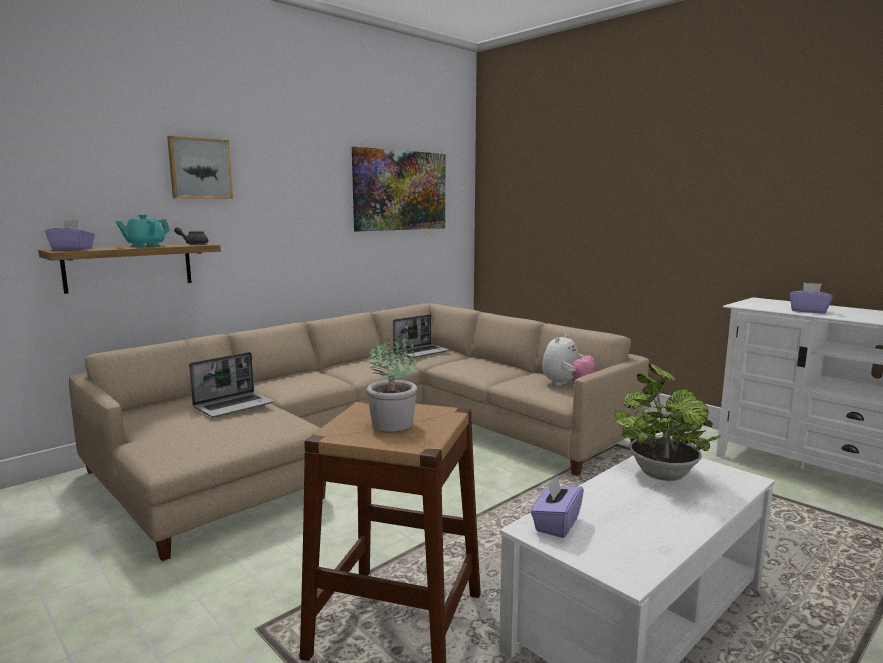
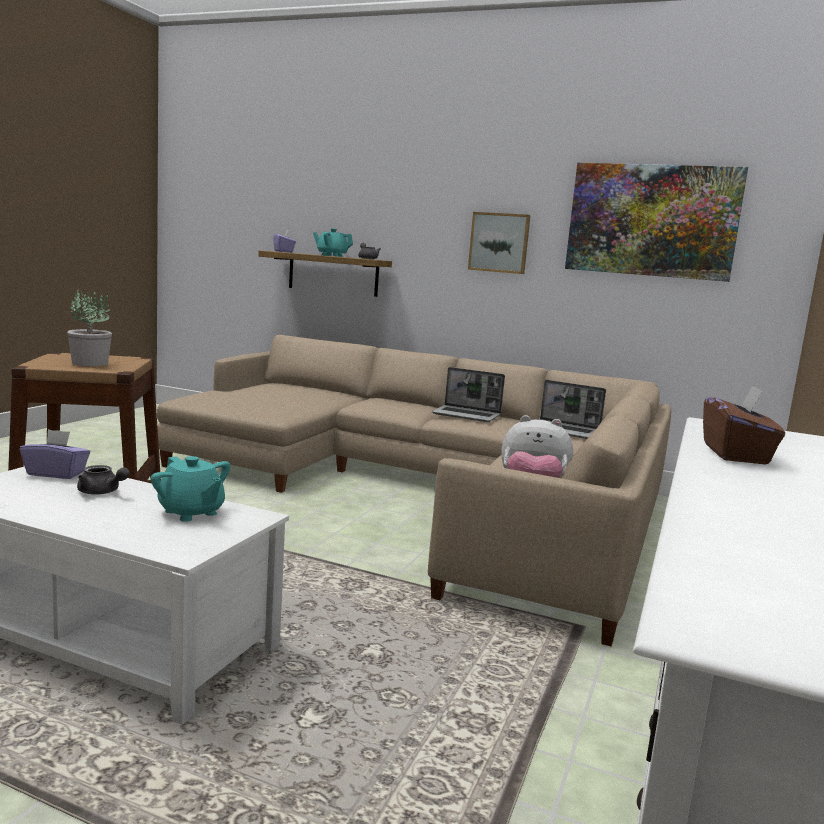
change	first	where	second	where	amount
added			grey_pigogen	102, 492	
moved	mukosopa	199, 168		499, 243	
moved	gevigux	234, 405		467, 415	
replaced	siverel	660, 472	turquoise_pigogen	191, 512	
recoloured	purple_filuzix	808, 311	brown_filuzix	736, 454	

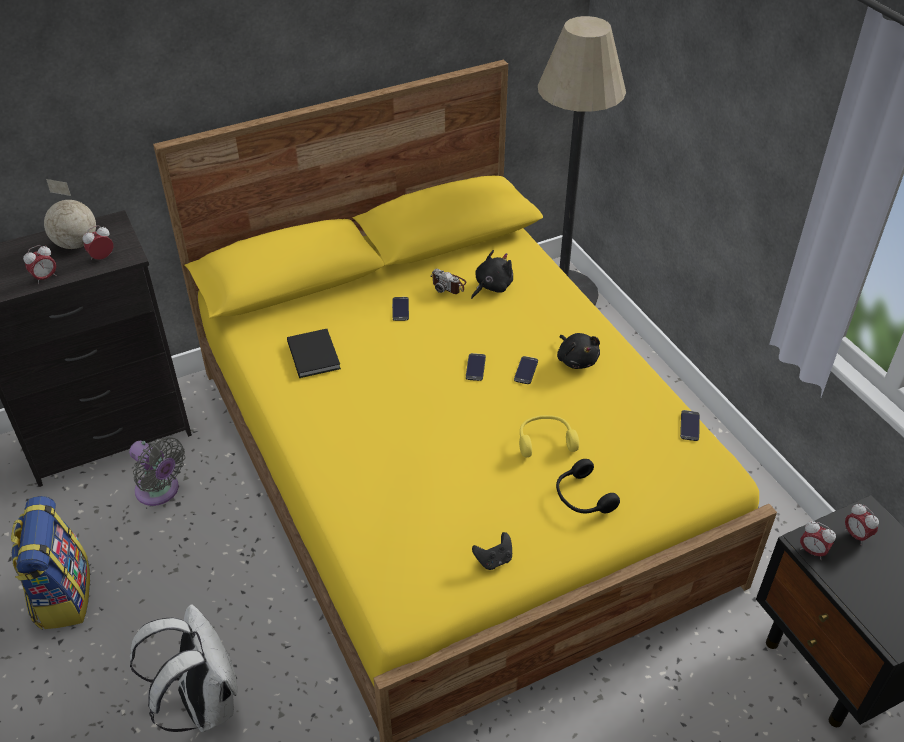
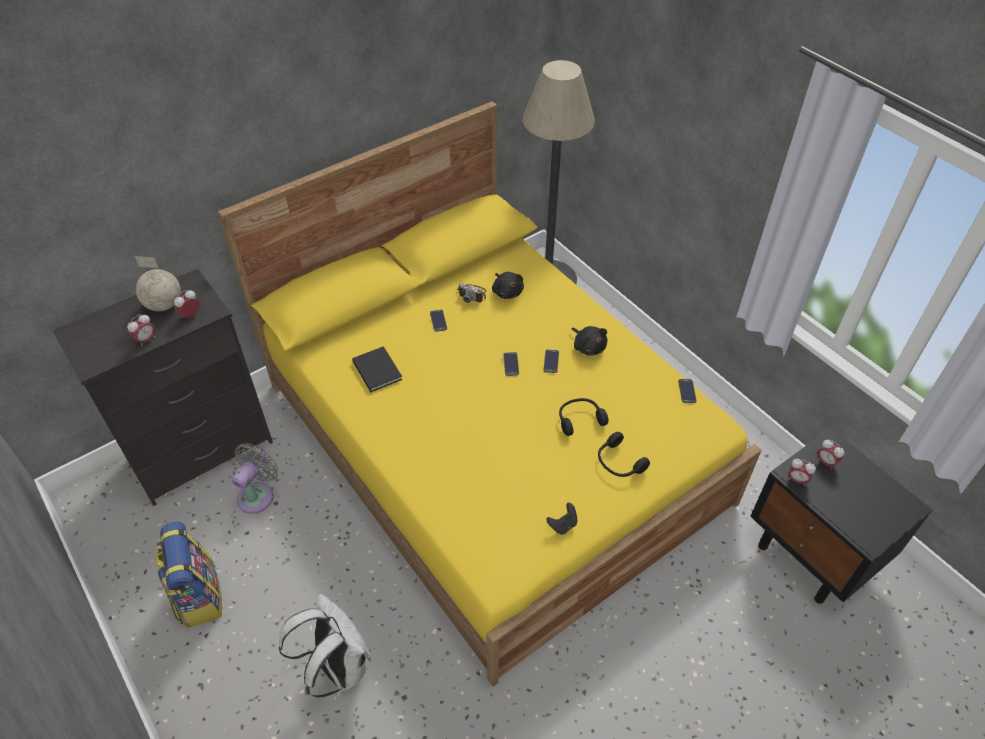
change	first	where	second	where	amount
recoloured	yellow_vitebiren	545, 441	black_vitebiren	579, 419	
turned	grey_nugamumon	160, 491		258, 494	90 degrees counterclockwise
turned	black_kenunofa	491, 286		507, 292	120 degrees clockwise

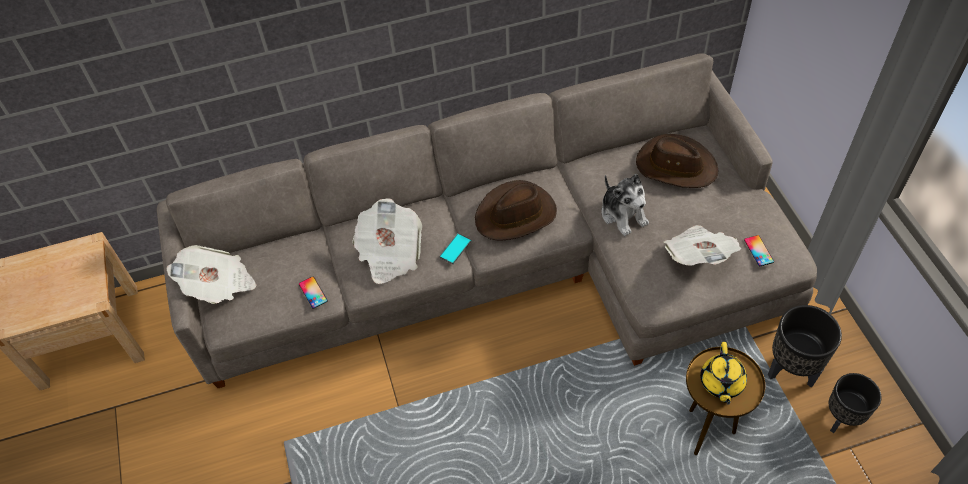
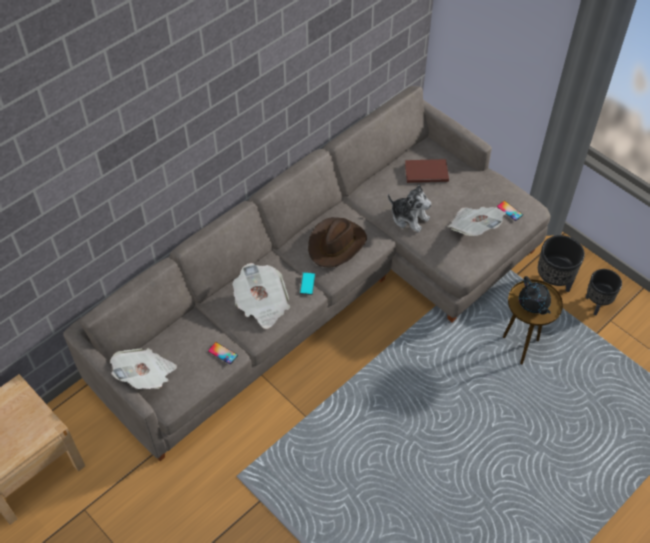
change	first	where	second	where	amount
replaced	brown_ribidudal	676, 166	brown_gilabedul	425, 172	
recoloured	yellow_pigogen	721, 383	black_pigogen	533, 304	

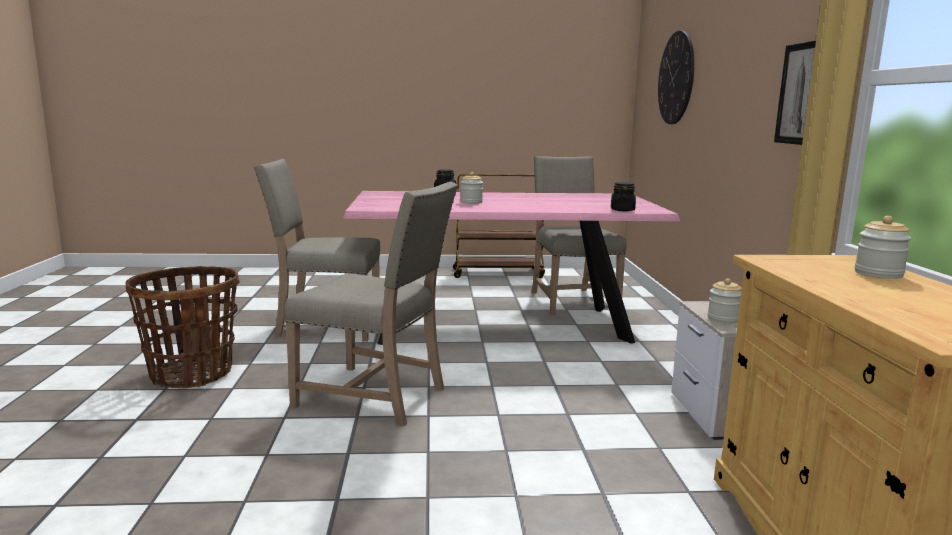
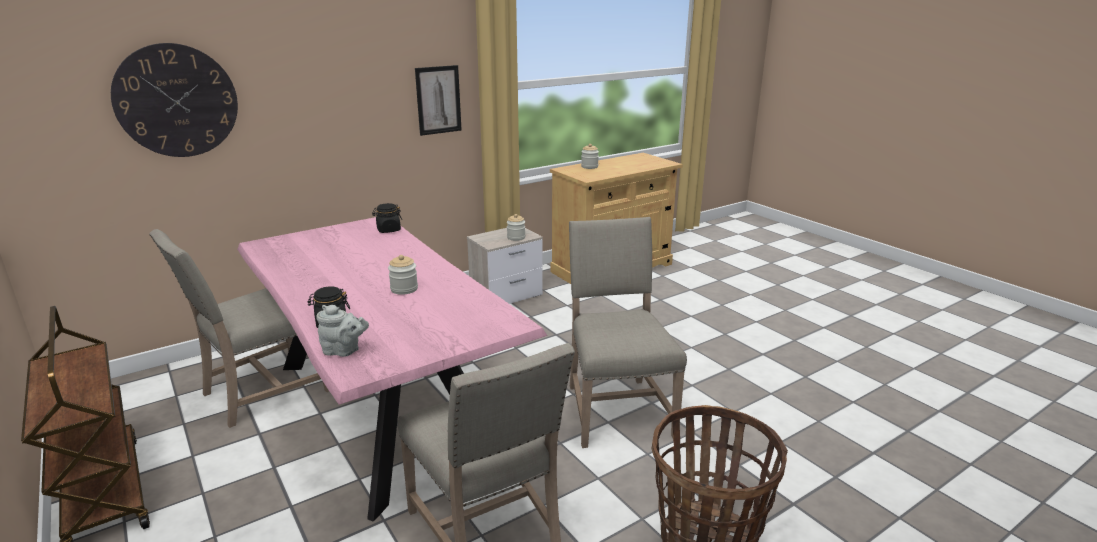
change	first	where	second	where	amount
added			grey_pigogen	344, 351	

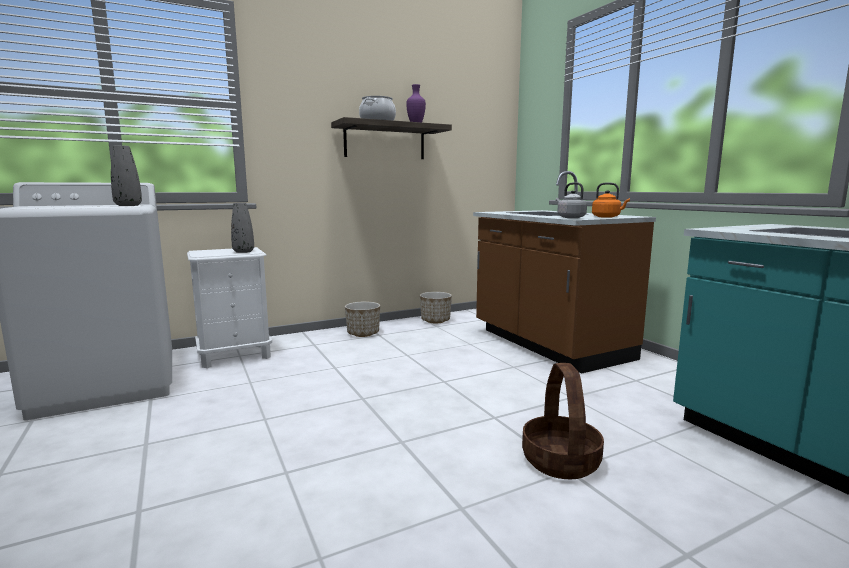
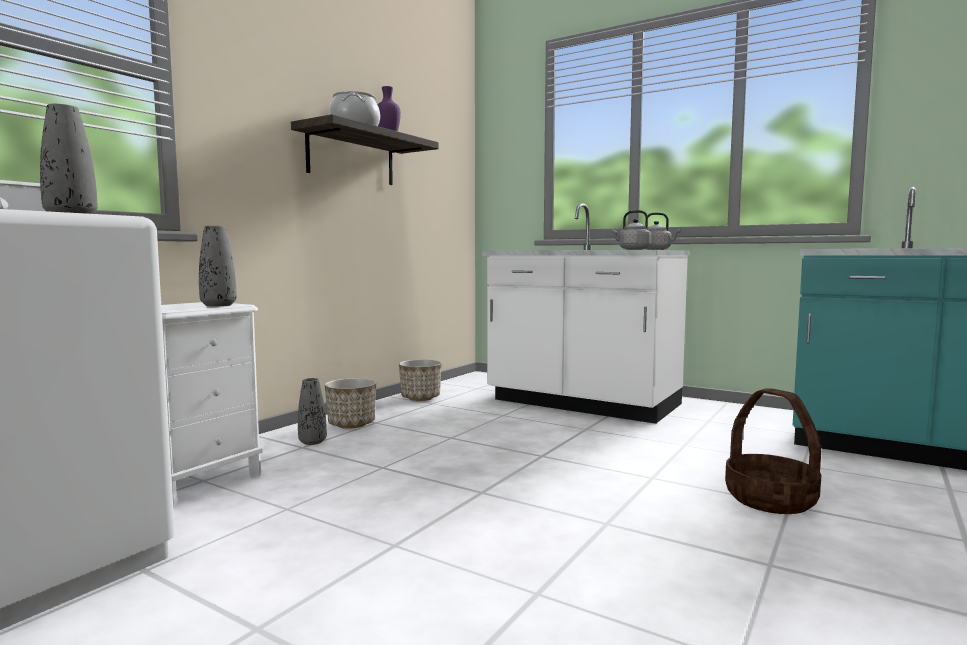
change	first	where	second	where	amount
added			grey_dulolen	312, 442	
recoloured	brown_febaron	549, 344	white_febaron	583, 403	
recoloured	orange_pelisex	607, 217	grey_pelisex	657, 249	

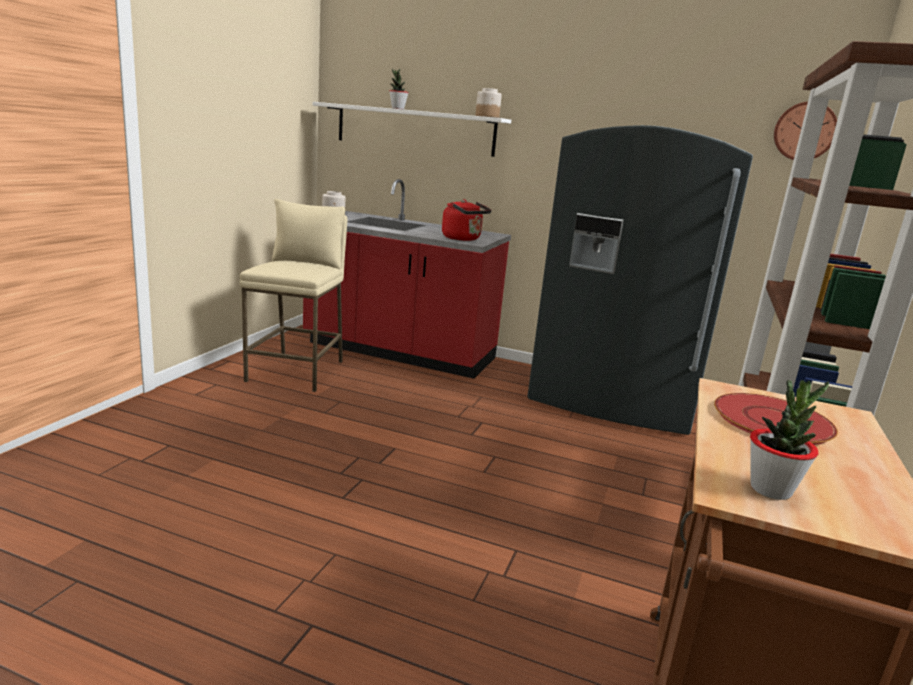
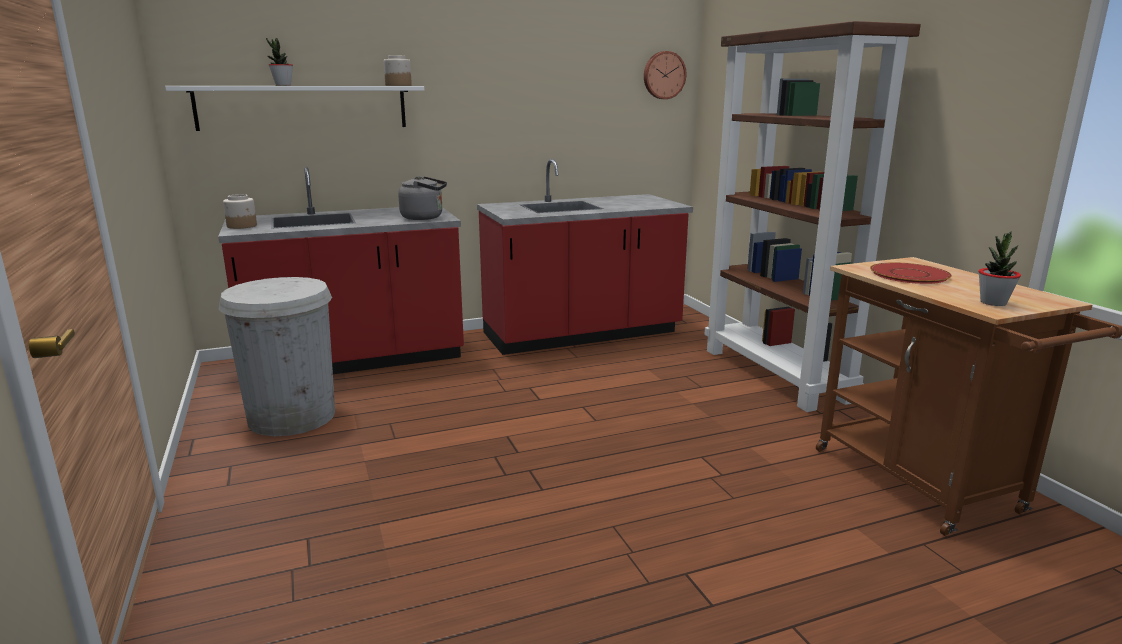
change	first	where	second	where	amount
replaced	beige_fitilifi	297, 371	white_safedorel	292, 416	
replaced	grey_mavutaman	612, 401	red_febaron	582, 334	
recoloured	red_pelisex	463, 239	grey_pelisex	425, 217	

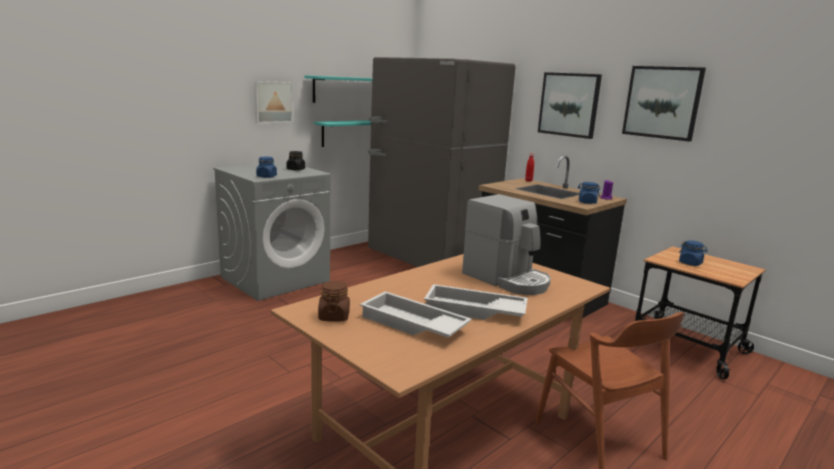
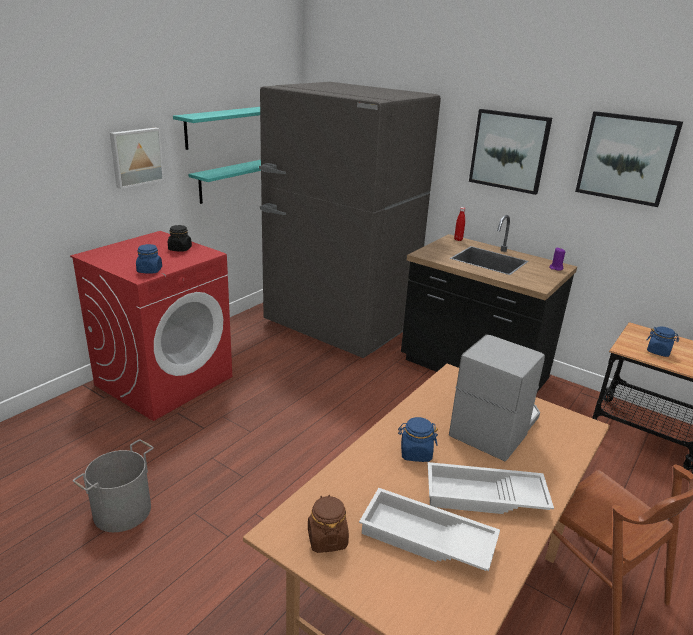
change	first	where	second	where	amount
added			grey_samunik	123, 511	
moved	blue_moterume	587, 202		415, 453	
recoloured	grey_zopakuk	275, 279	red_zopakuk	165, 380	
turned	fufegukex	507, 279		496, 426	90 degrees counterclockwise

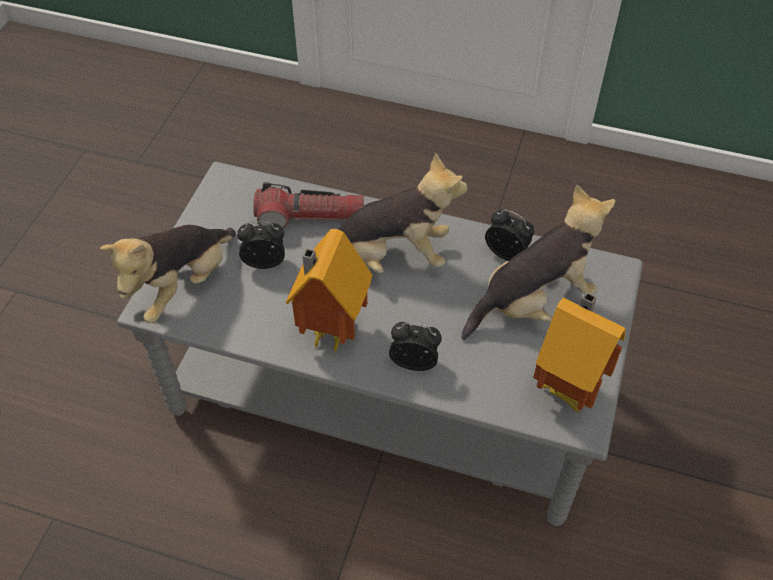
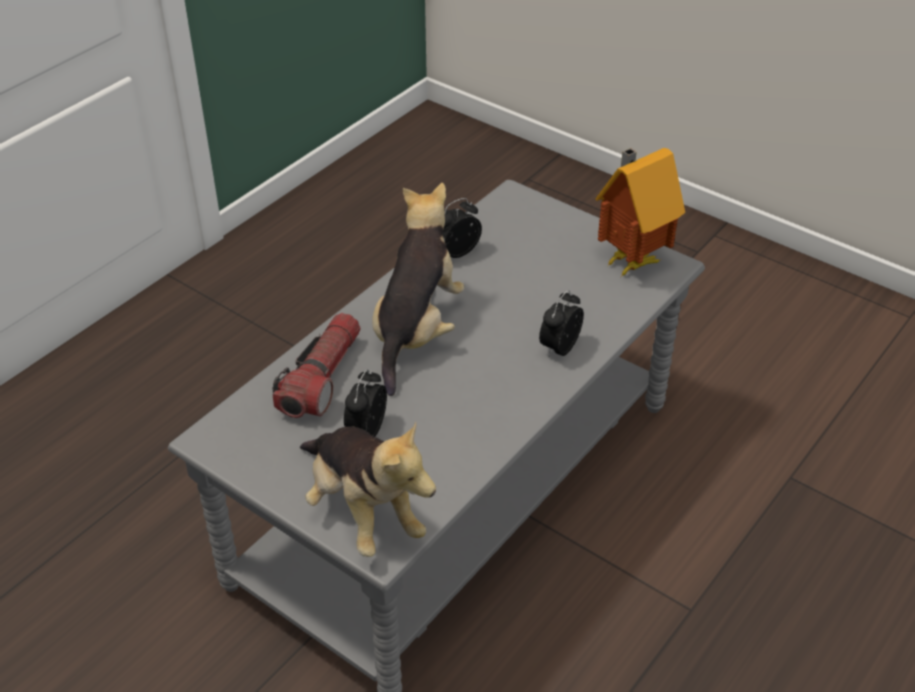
change	first	where	second	where	amount
removed	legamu	329, 331			
removed	kenunofa	533, 302			

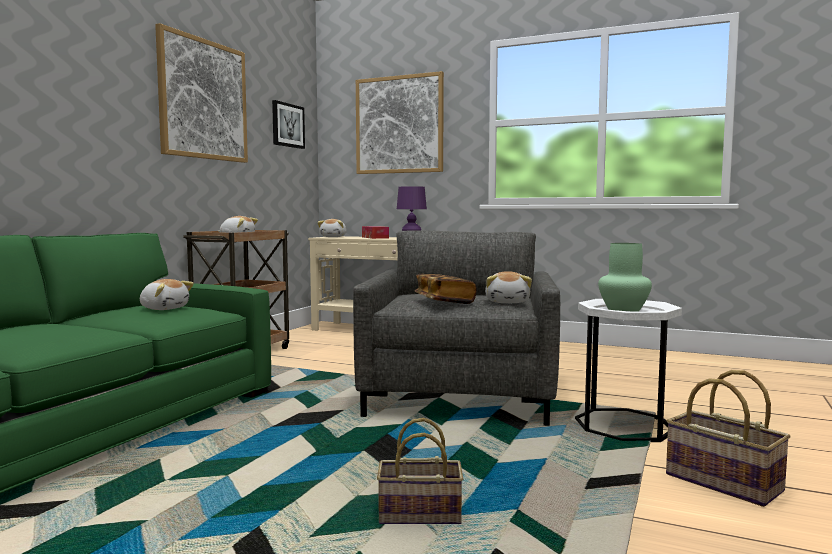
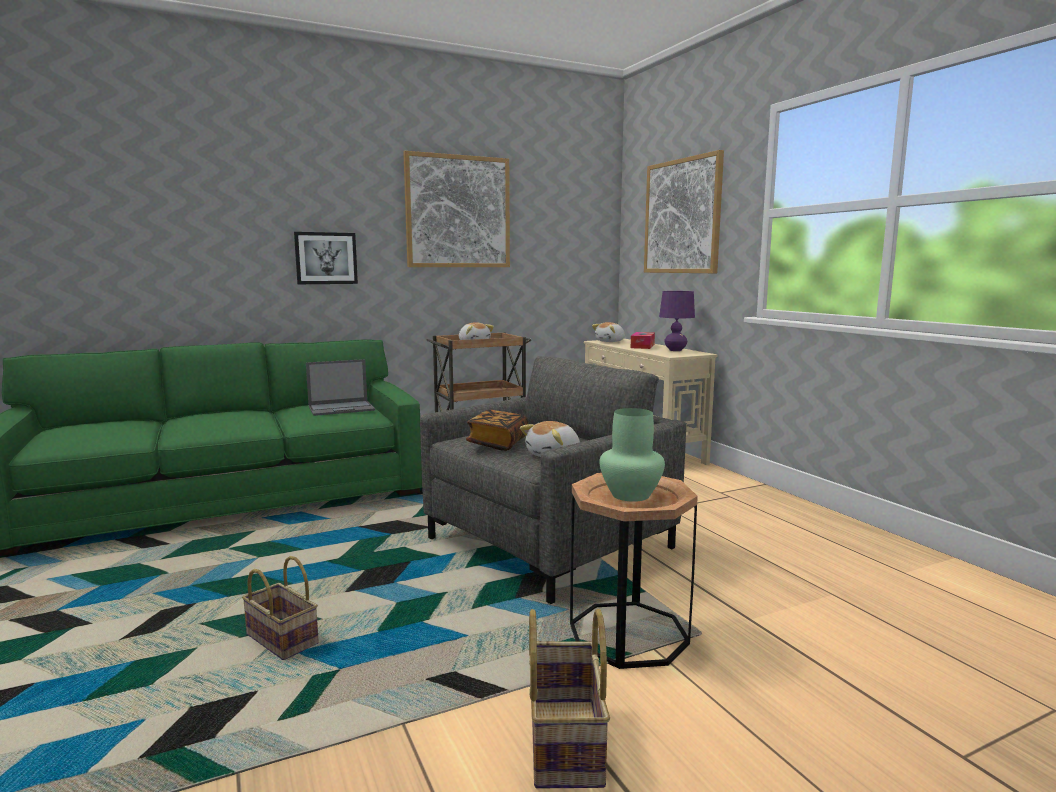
change	first	where	second	where	amount
moved	mukosopa	287, 125		326, 258	
replaced	kenunofa	164, 308	gevigux	342, 408	
recoloured	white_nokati	624, 425	brown_nokati	628, 634	

